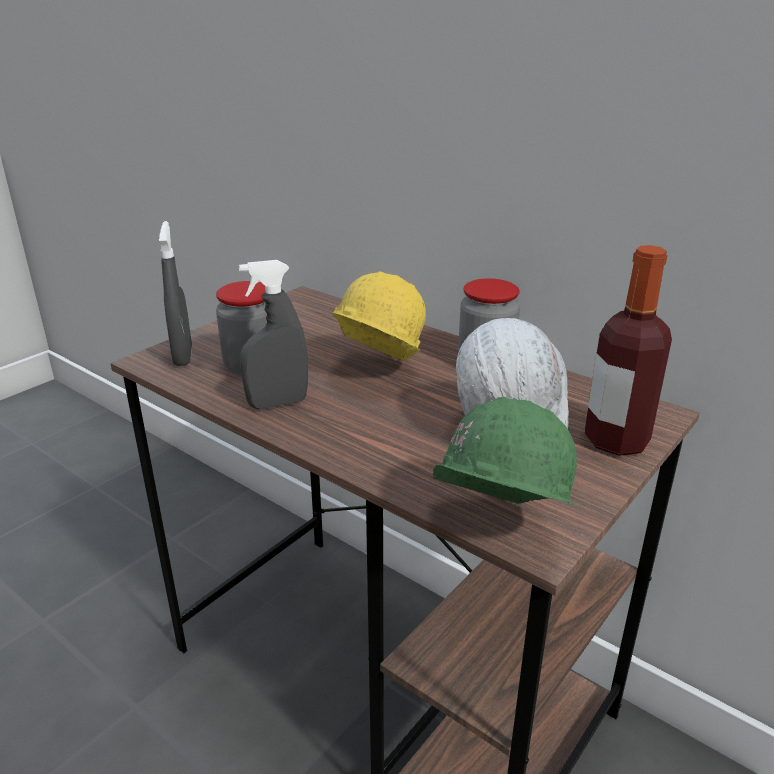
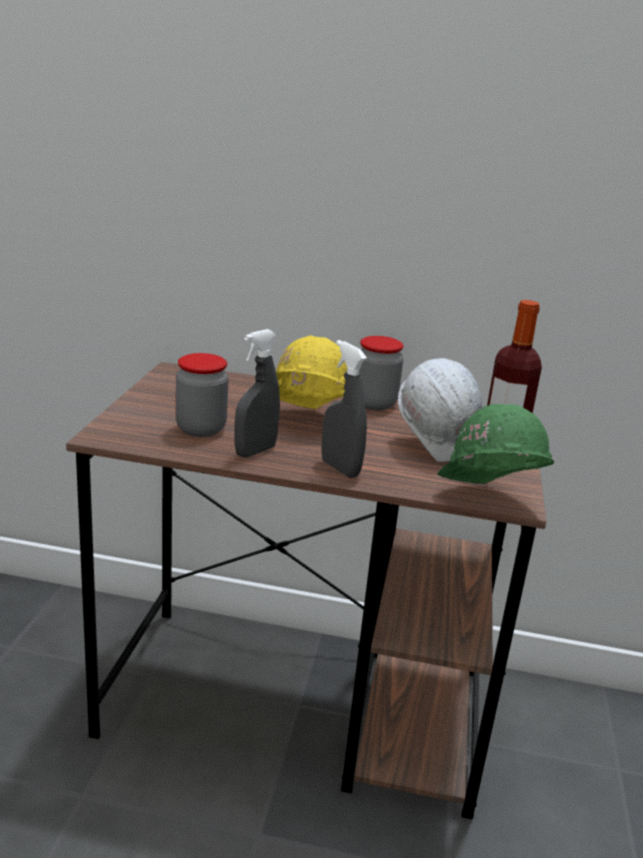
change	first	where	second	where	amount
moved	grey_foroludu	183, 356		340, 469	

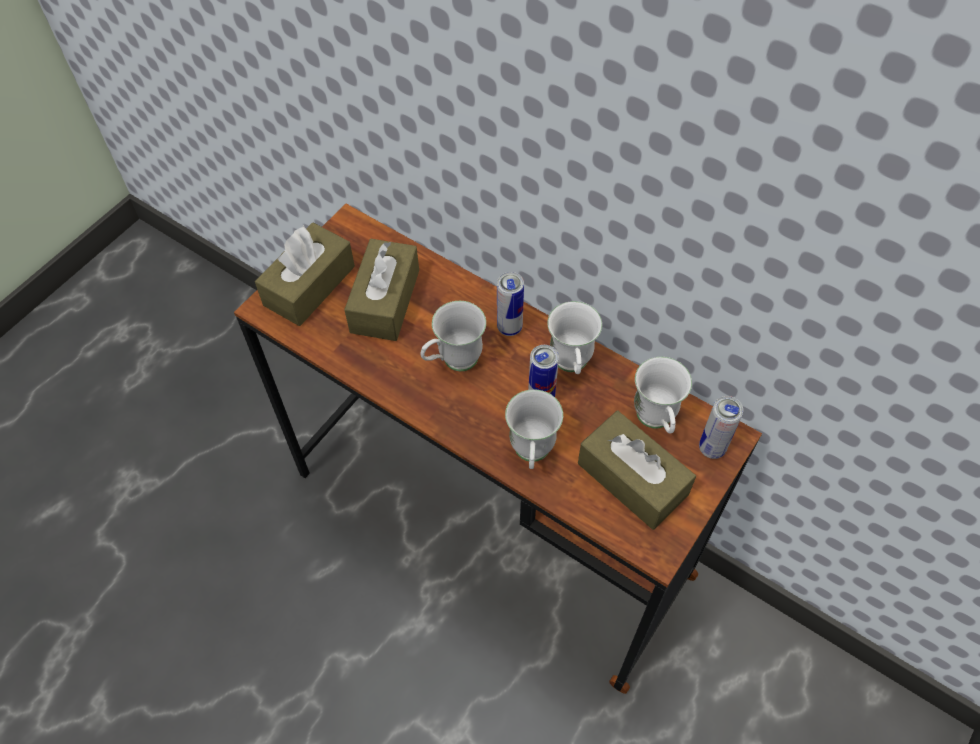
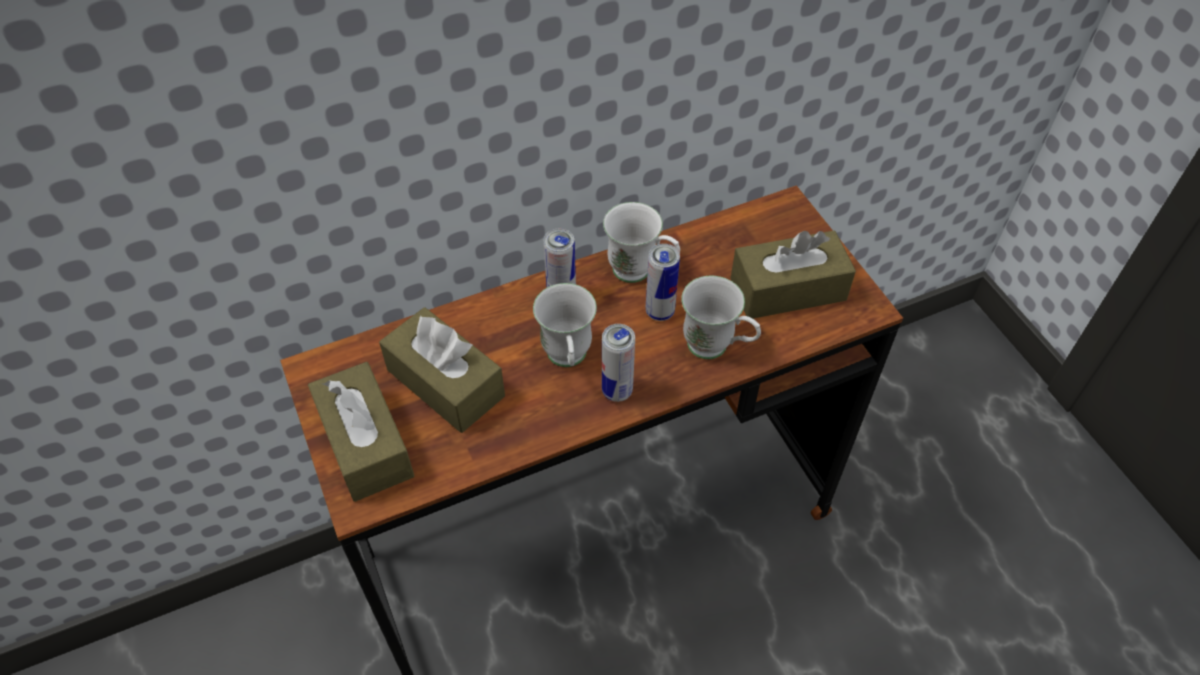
change	first	where	second	where	amount
removed	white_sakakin	656, 422			
moved	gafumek	712, 448		617, 391	

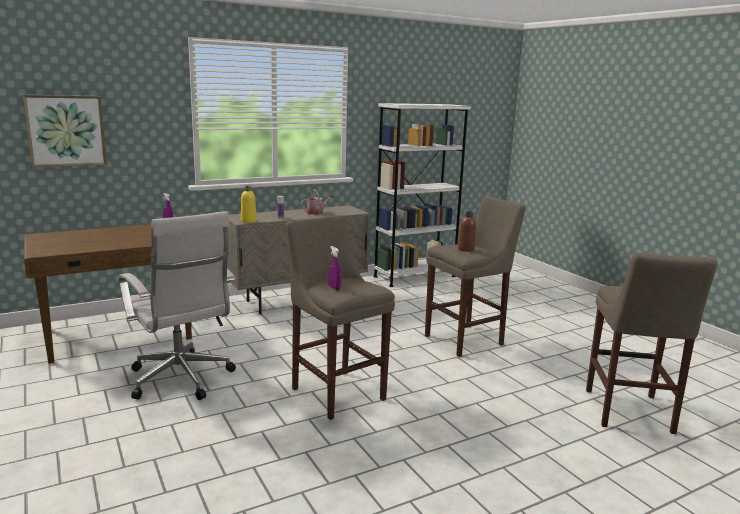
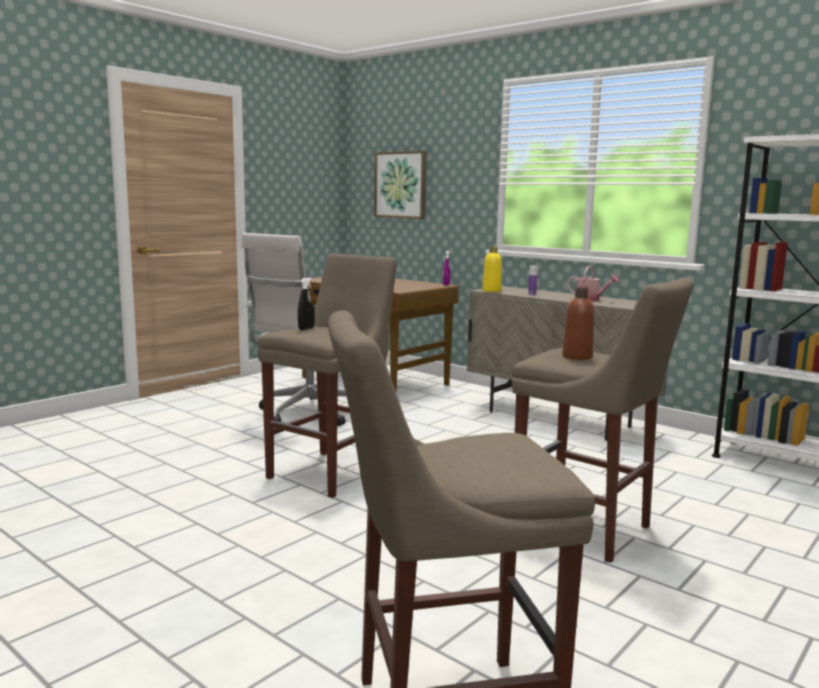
change	first	where	second	where	amount
recoloured	purple_foroludu	334, 288	black_foroludu	306, 328	

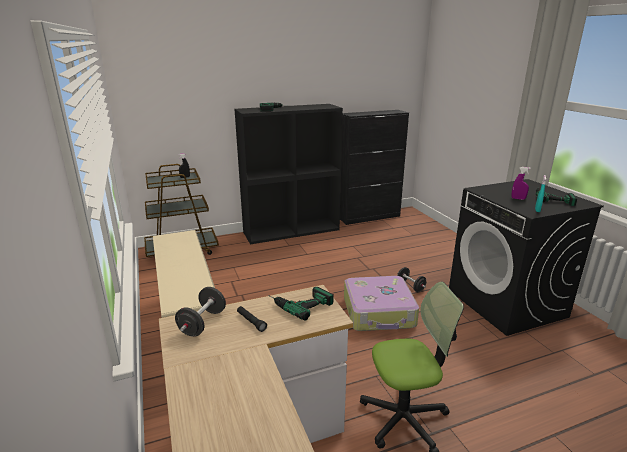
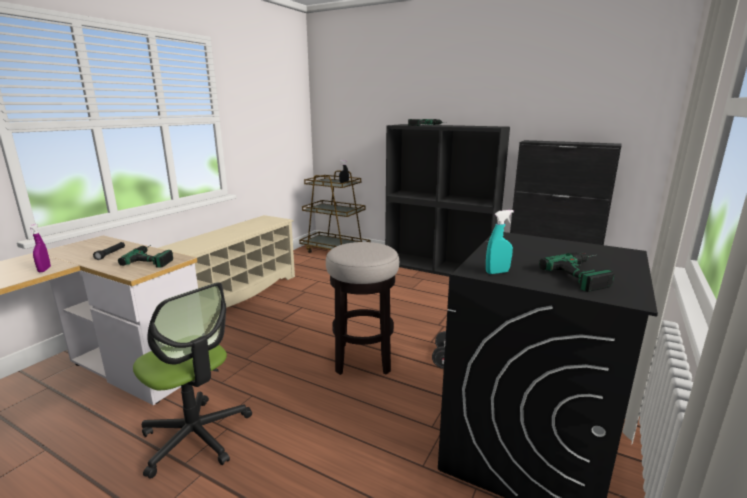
change	first	where	second	where	amount
removed	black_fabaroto	202, 323			
moved	purple_foroludu	518, 198		44, 270	
replaced	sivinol	379, 312	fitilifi	363, 359	

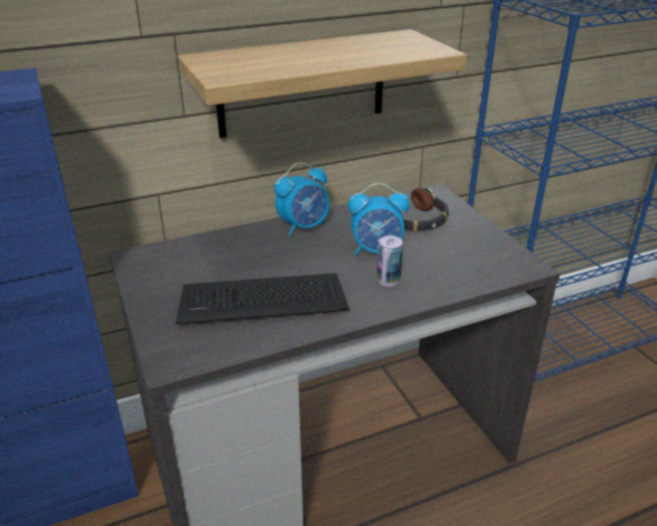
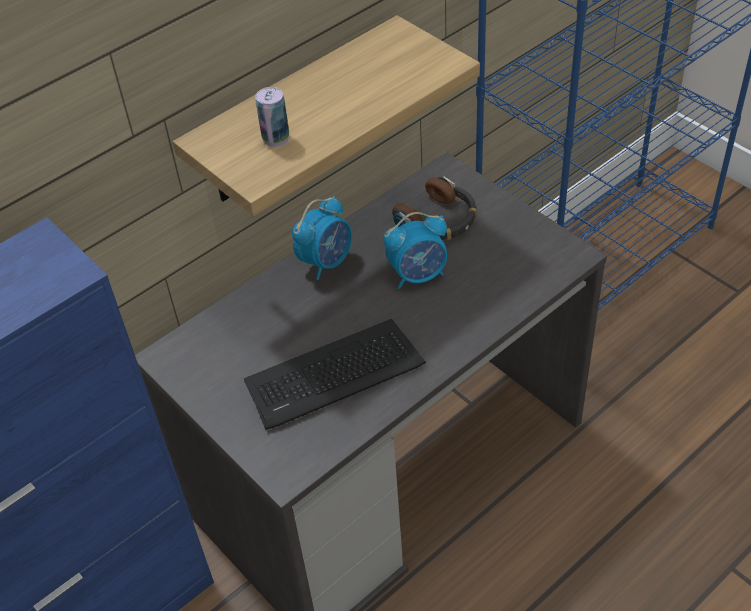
change	first	where	second	where	amount
moved	gafumek	388, 280		276, 138	

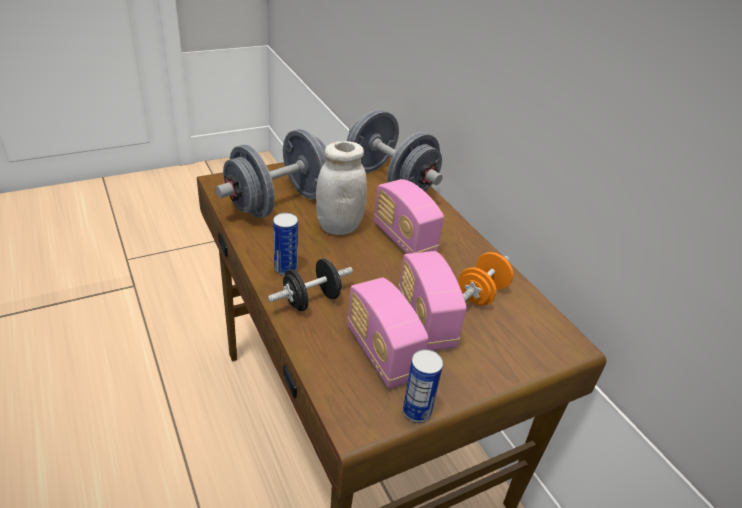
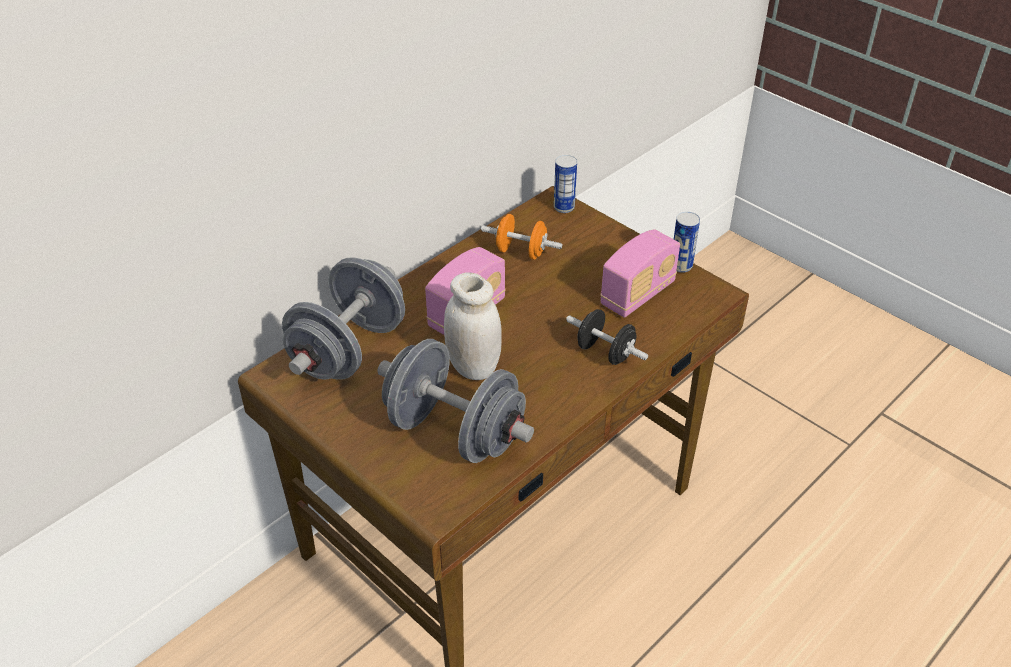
change	first	where	second	where	amount
removed	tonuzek	425, 321			
moved	gafumek	285, 268		564, 207	

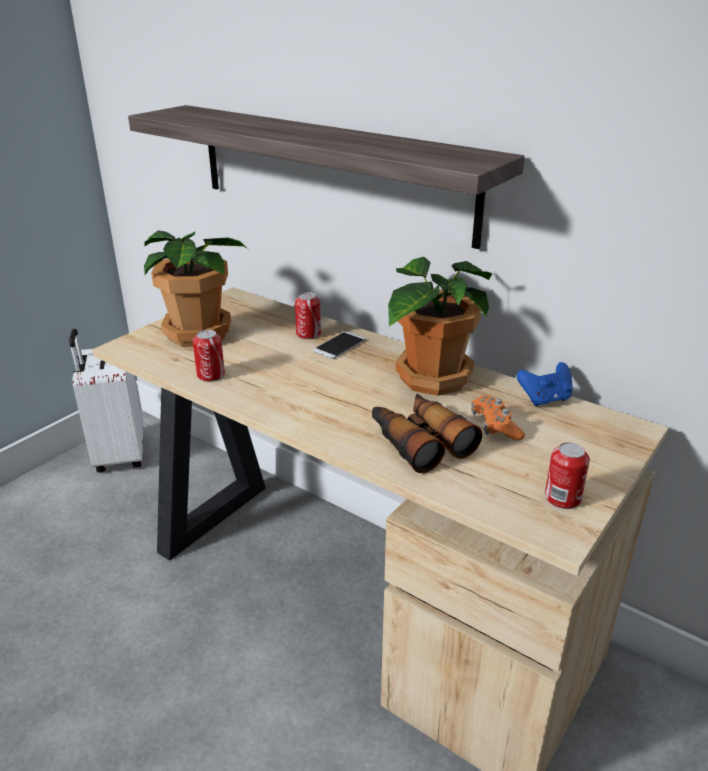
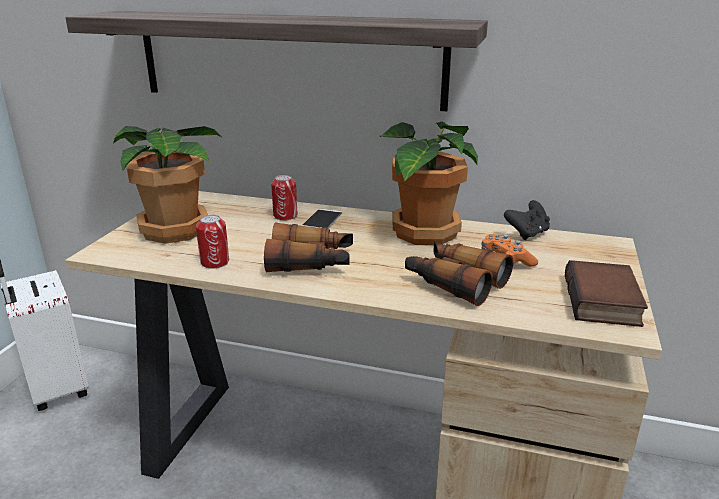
change	first	where	second	where	amount
added			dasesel	311, 262	
replaced	gafumek	562, 498	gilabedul	604, 302	
recoloured	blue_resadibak	545, 399	black_resadibak	527, 234	

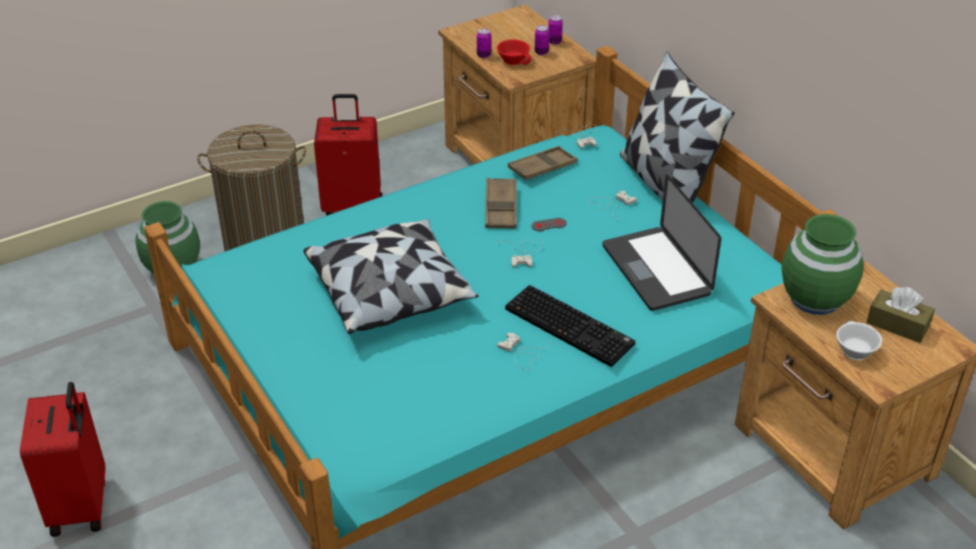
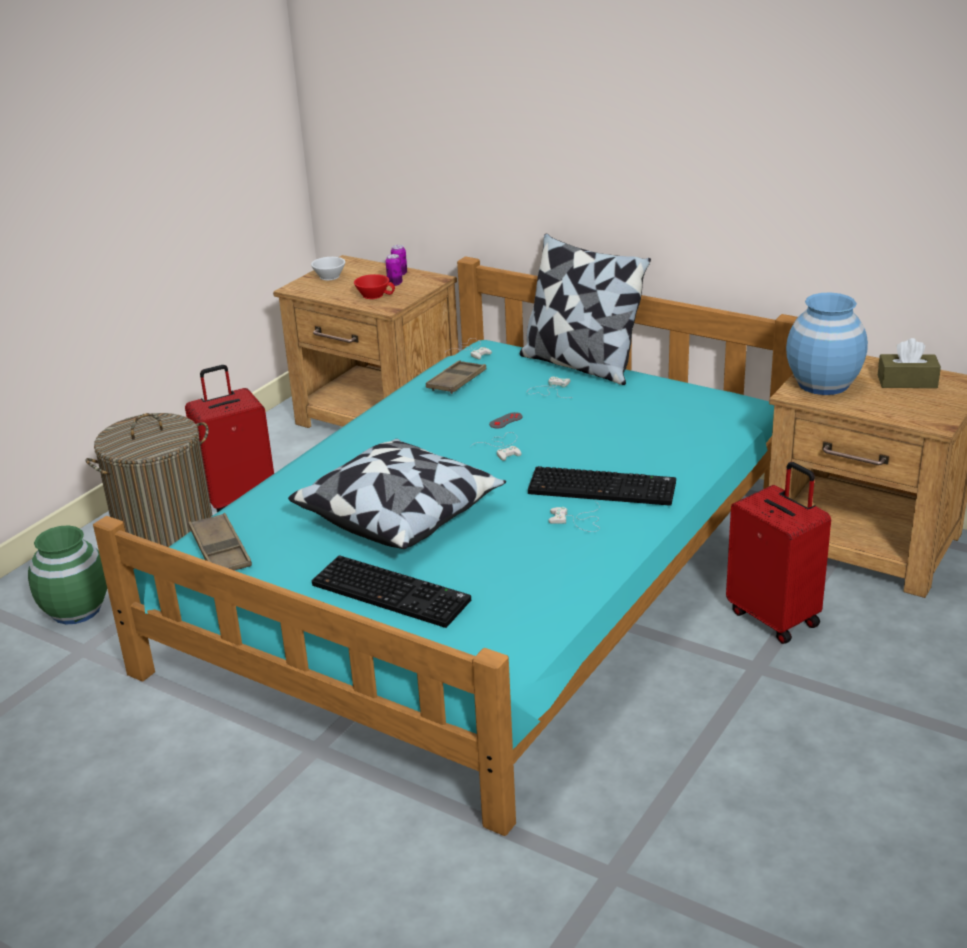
change	first	where	second	where	amount
removed	gafumek	484, 55			
removed	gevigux	656, 270			
added			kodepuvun	393, 592	
moved	red_sivinol	81, 506		775, 617	
moved	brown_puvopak	501, 208		220, 550	
moved	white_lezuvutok	853, 350		327, 276	
recoloured	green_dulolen	815, 298	blue_dulolen	823, 383	

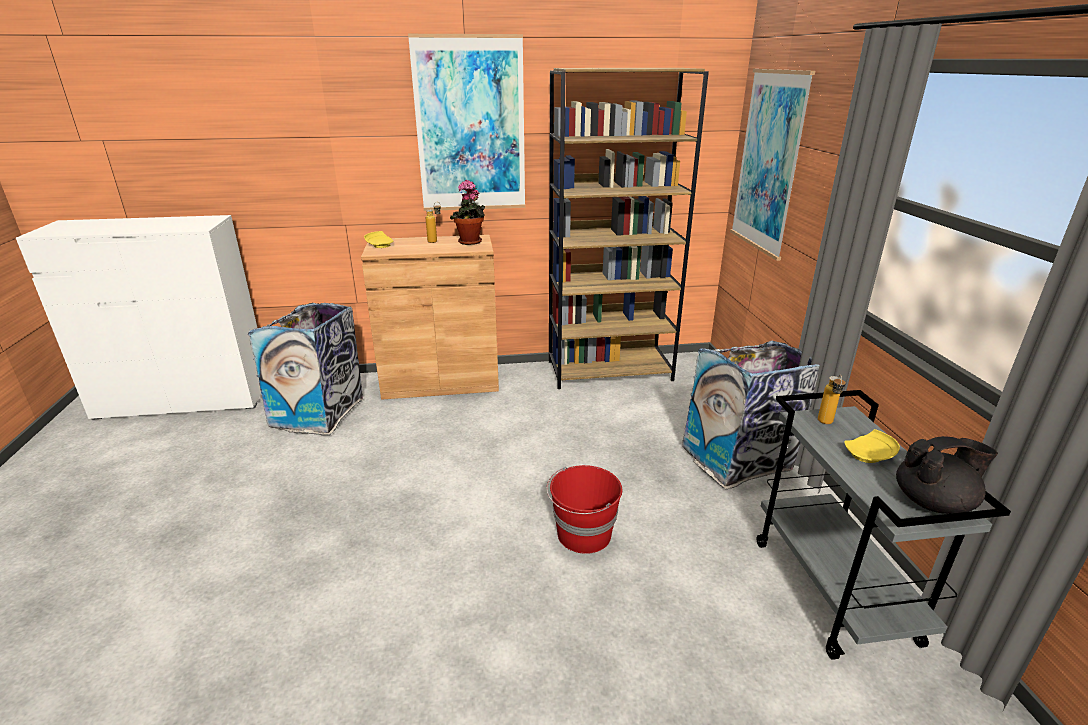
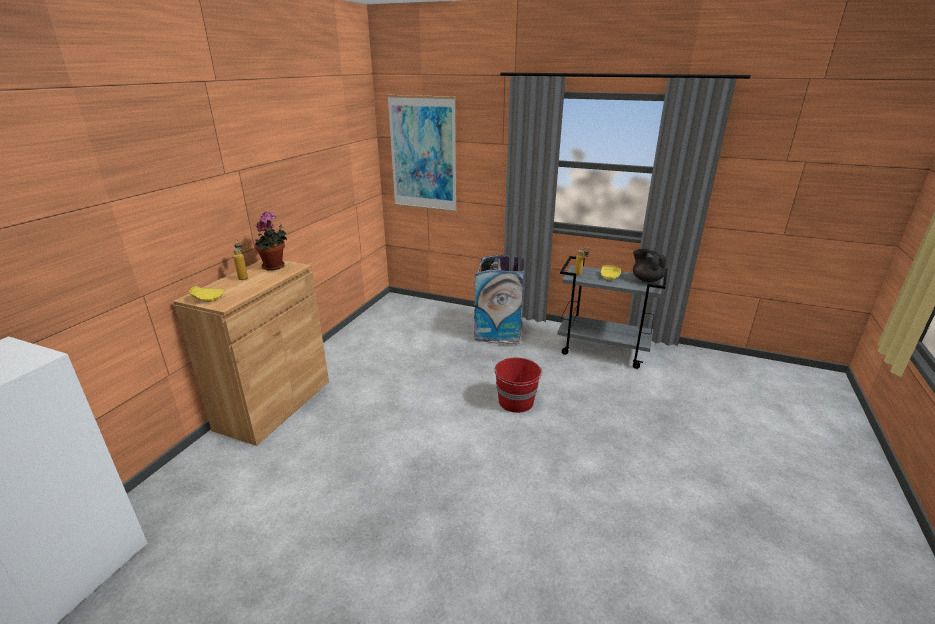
change	first	where	second	where	amount
removed	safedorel	319, 412			
removed	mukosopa	470, 126			
removed	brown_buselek	610, 370			
turned	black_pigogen	933, 502		646, 280	60 degrees counterclockwise

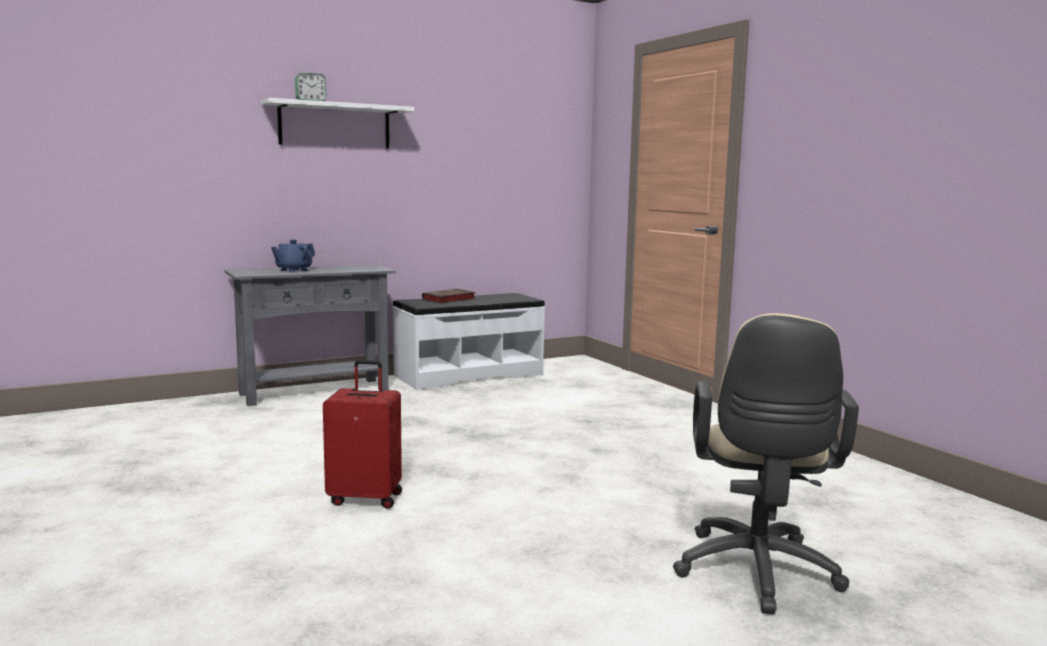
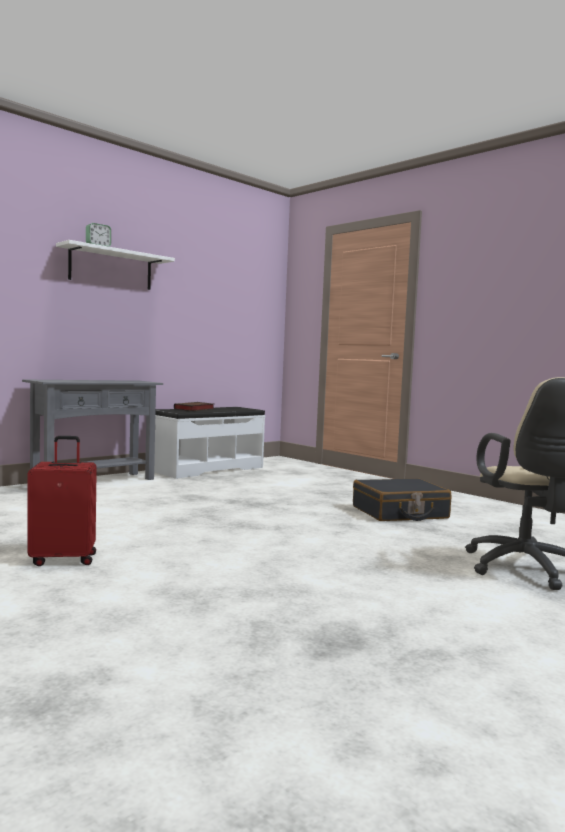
change	first	where	second	where	amount
removed	blue_pigogen	293, 270			
added			black_sivinol	400, 513	
moved	red_sivinol	366, 498		64, 559	

